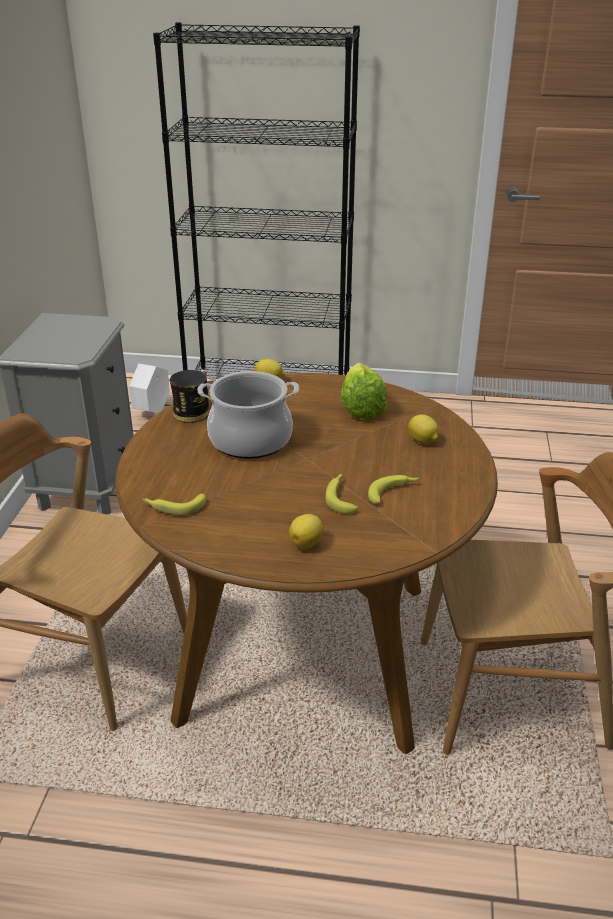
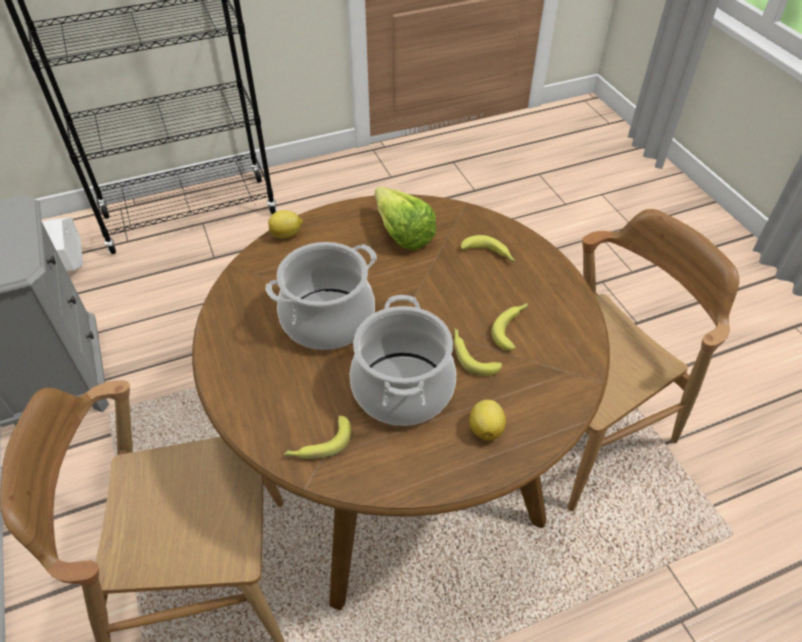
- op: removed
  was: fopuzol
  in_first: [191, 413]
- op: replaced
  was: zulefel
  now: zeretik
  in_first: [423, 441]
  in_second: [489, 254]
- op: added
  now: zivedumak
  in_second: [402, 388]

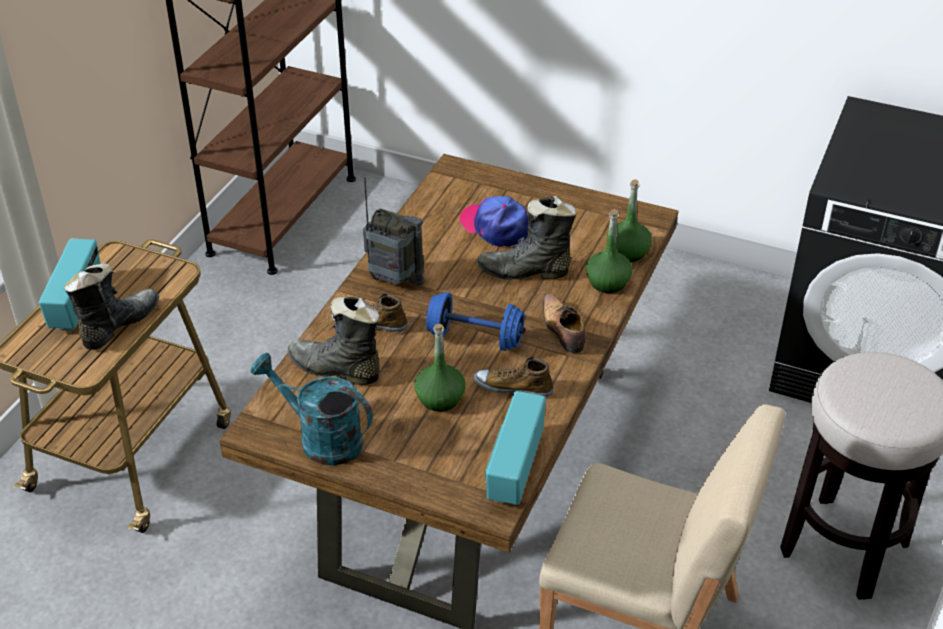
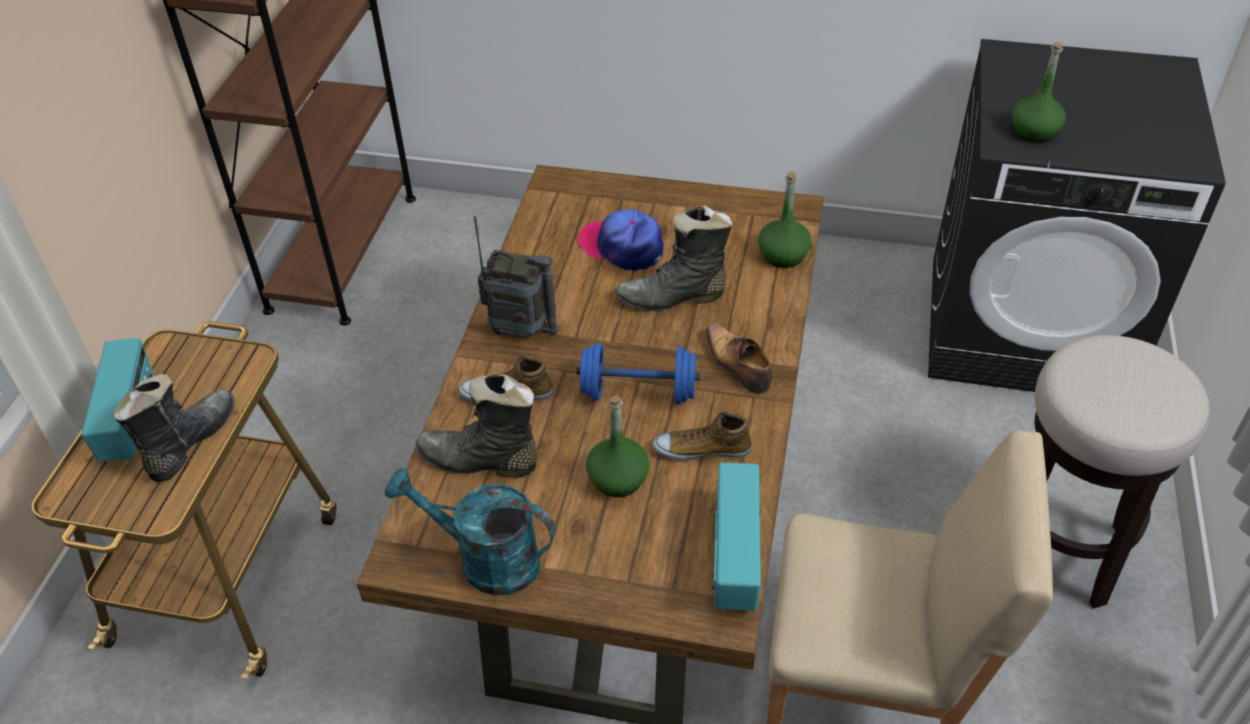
- op: moved
  was: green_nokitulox
  in_first: [608, 282]
  in_second: [1034, 132]

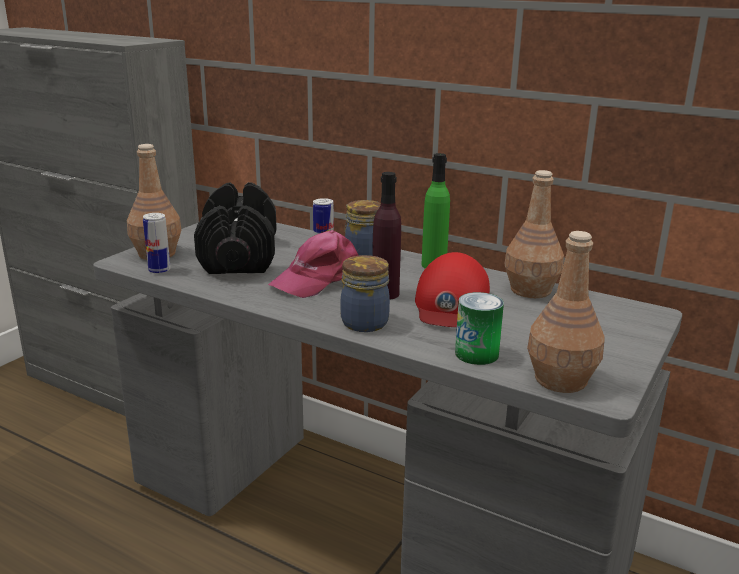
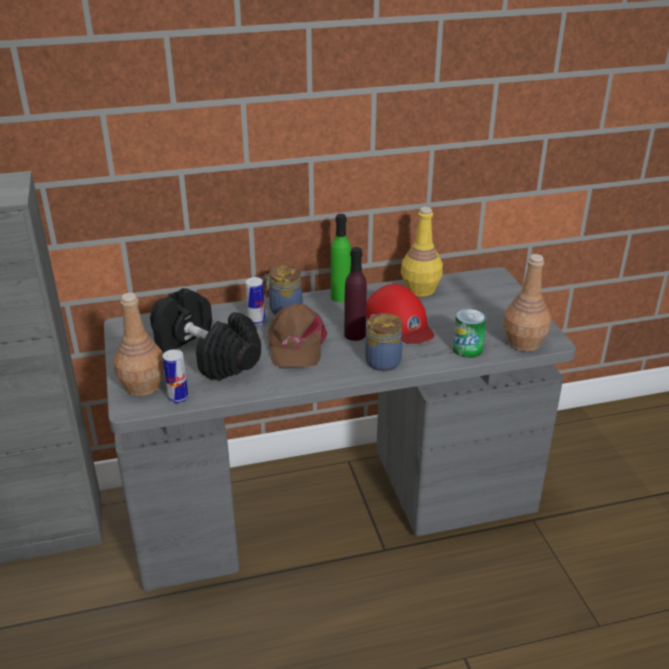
- op: recoloured
  was: brown_nokitulox
  now: yellow_nokitulox
  in_first: [531, 290]
  in_second: [420, 289]
- op: recoloured
  was: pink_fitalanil
  now: brown_fitalanil
  in_first: [318, 278]
  in_second: [296, 345]

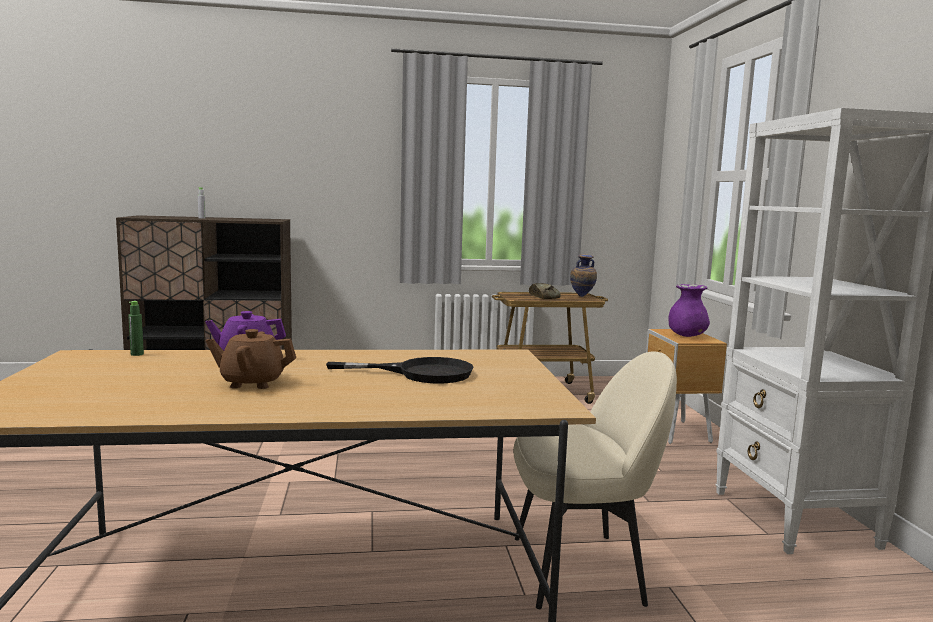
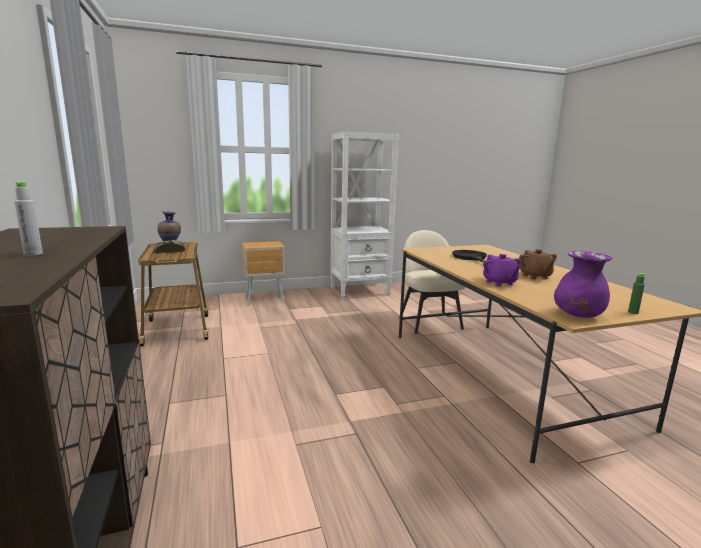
- op: moved
  was: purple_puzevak
  in_first: [687, 335]
  in_second: [578, 315]
- op: moved
  was: green_nokitulox
  in_first: [137, 354]
  in_second: [633, 312]

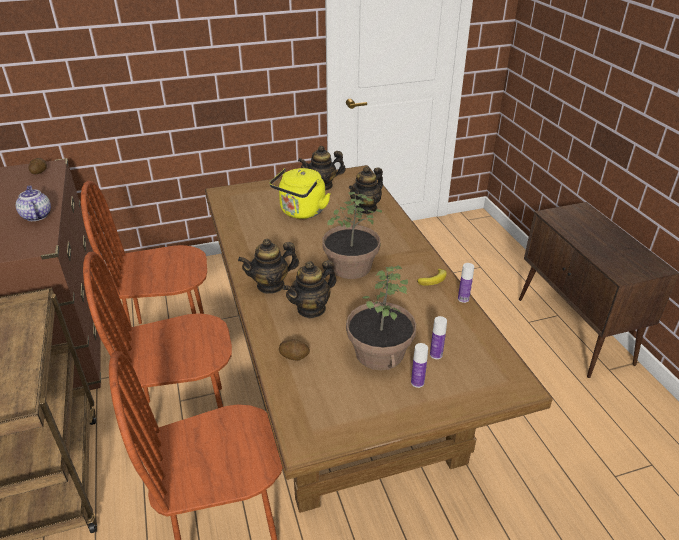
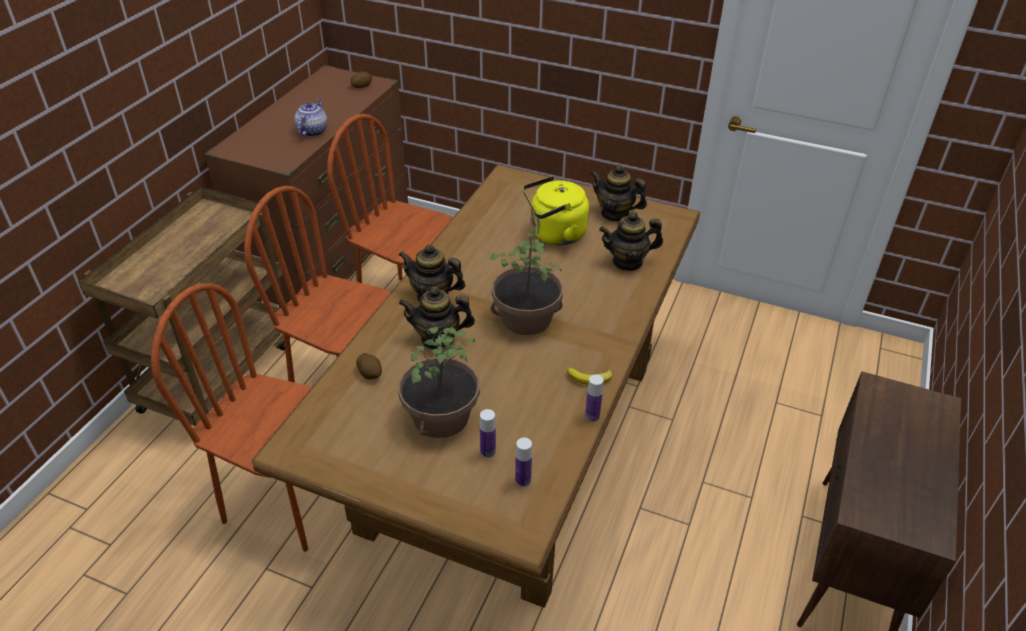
- op: moved
  was: nokitulox
  in_first: [417, 382]
  in_second: [523, 480]

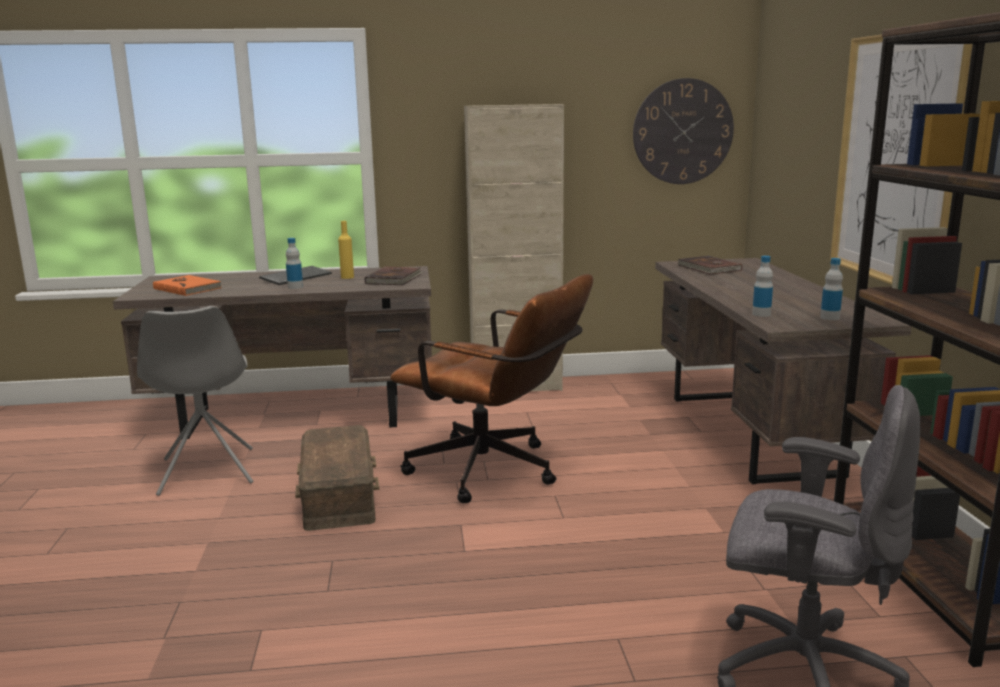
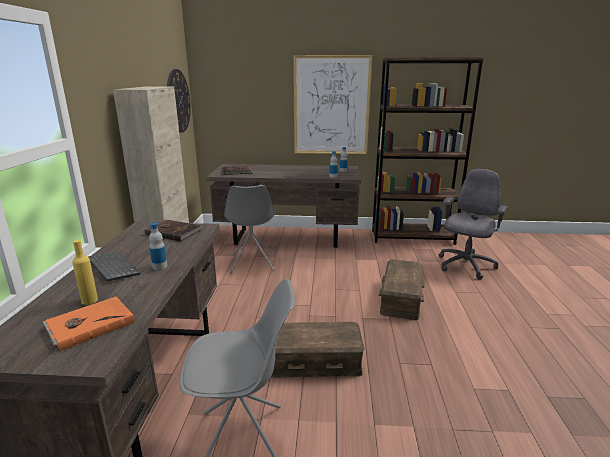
- op: moved
  was: yellow_nokitulox
  in_first: [347, 277]
  in_second: [89, 300]
- op: removed
  was: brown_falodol
  in_first: [495, 473]
- op: added
  now: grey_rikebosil
  in_second: [252, 263]
- op: added
  now: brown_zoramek
  in_second: [400, 297]

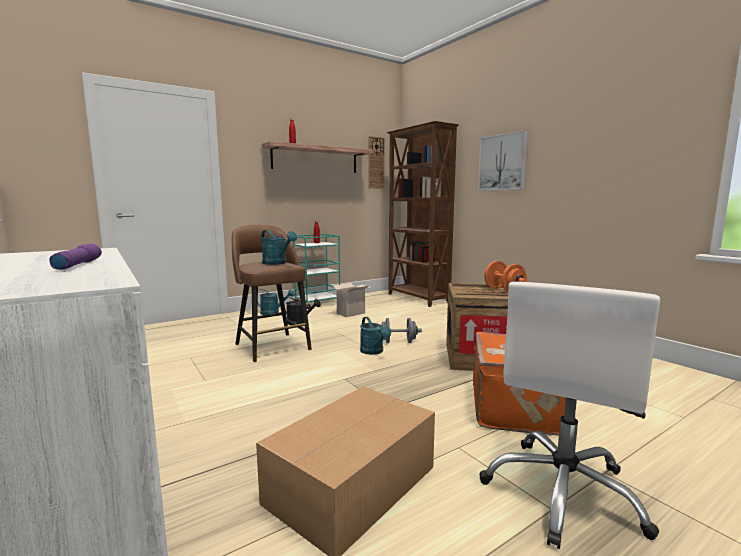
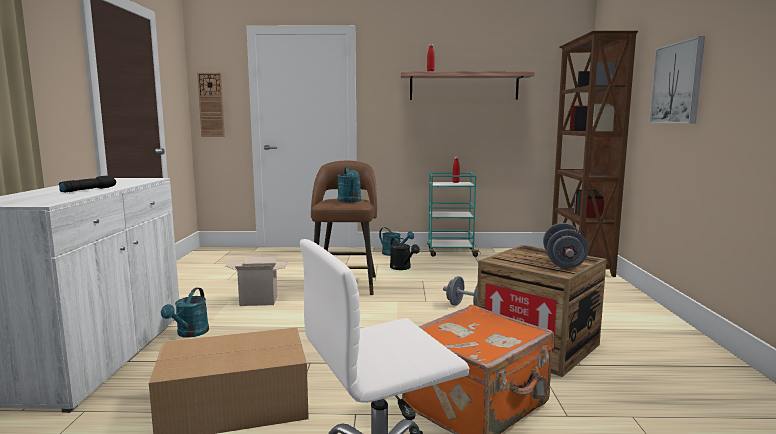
- op: moved
  was: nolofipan
  in_first: [376, 163]
  in_second: [211, 105]
- op: recoloured
  was: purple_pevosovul
  now: black_pevosovul
  in_first: [77, 265]
  in_second: [89, 190]
- op: recoloured
  was: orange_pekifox
  now: grey_pekifox
  in_first: [504, 290]
  in_second: [563, 263]
- op: moved
  was: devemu
  in_first: [351, 313]
  in_second: [260, 301]
- op: moved
  was: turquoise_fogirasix
  in_first: [374, 352]
  in_second: [190, 334]

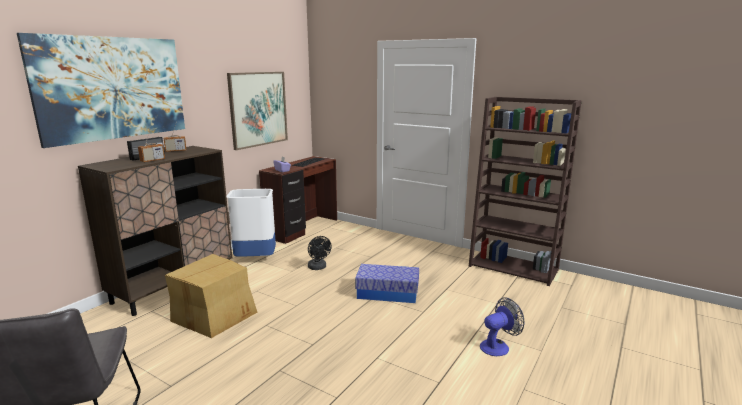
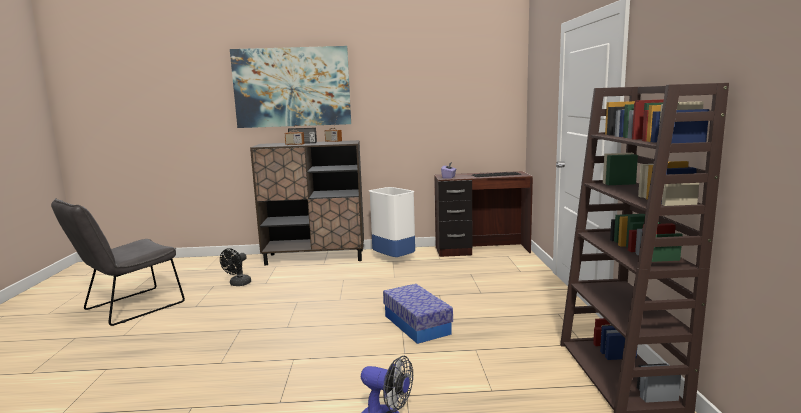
- op: removed
  was: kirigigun
  in_first: [258, 109]
- op: moved
  was: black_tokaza
  in_first: [318, 267]
  in_second: [238, 284]
- op: removed
  was: devemu
  in_first: [214, 315]

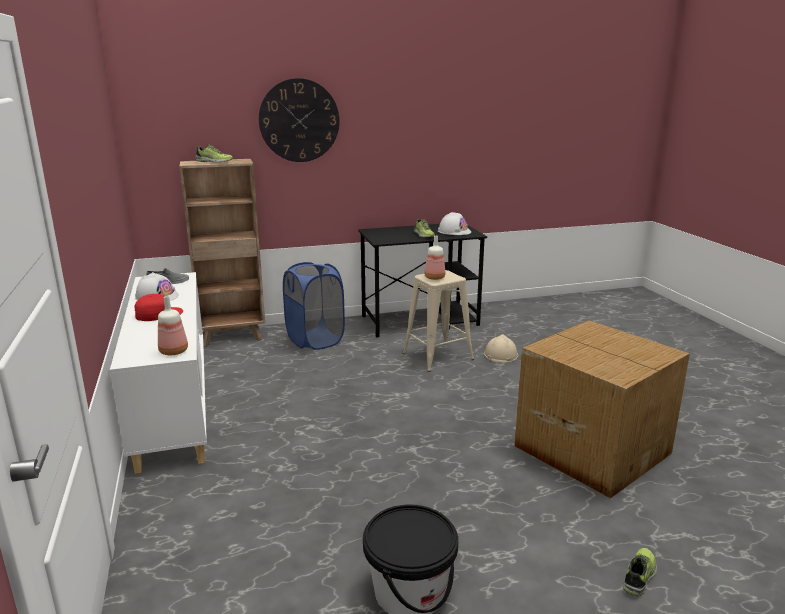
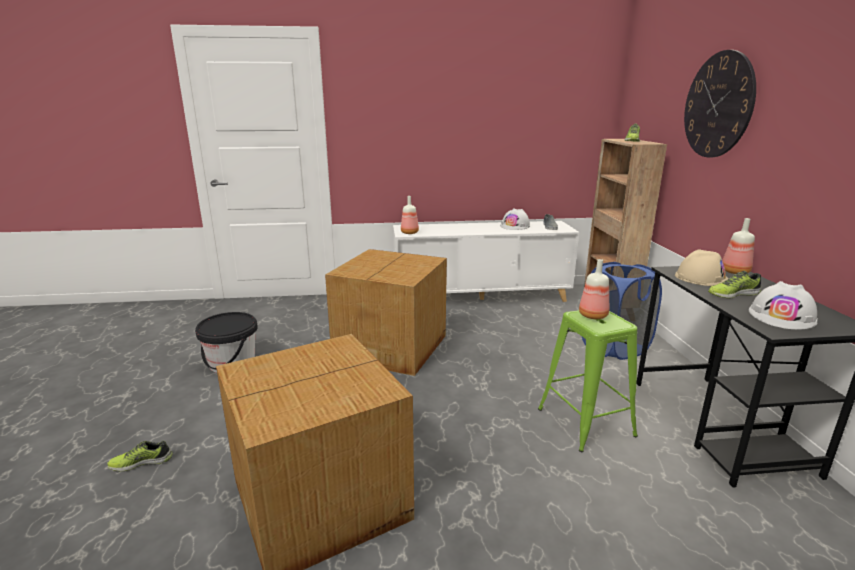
- op: recoloured
  was: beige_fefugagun
  now: green_fefugagun
  in_first: [438, 356]
  in_second: [585, 423]
- op: removed
  was: red_fitalanil
  in_first: [158, 314]
- op: moved
  was: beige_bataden
  in_first: [500, 355]
  in_second: [702, 278]
- op: turned
  was: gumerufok
  in_first: [640, 576]
  in_second: [142, 462]
  clockwise: 120
- op: added
  now: nokitulox
  in_second: [734, 271]
- op: added
  now: devemu
  in_second: [393, 346]

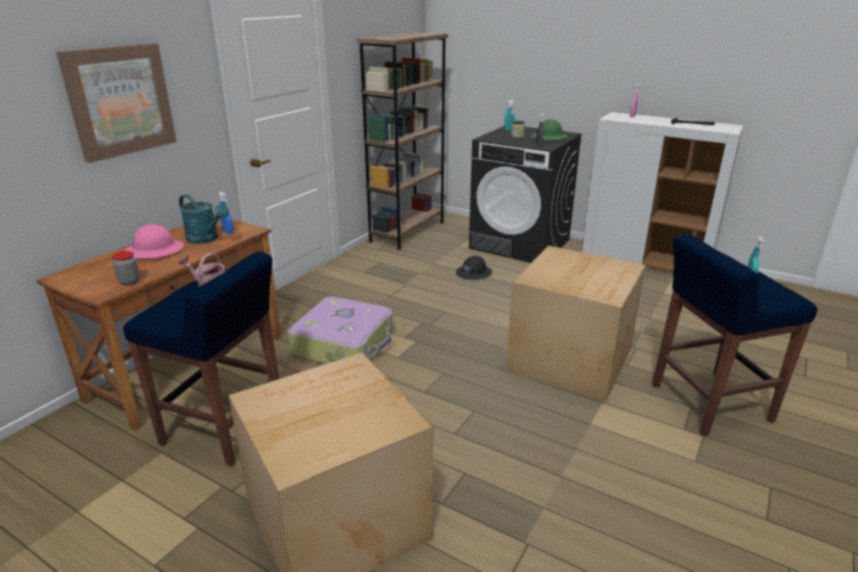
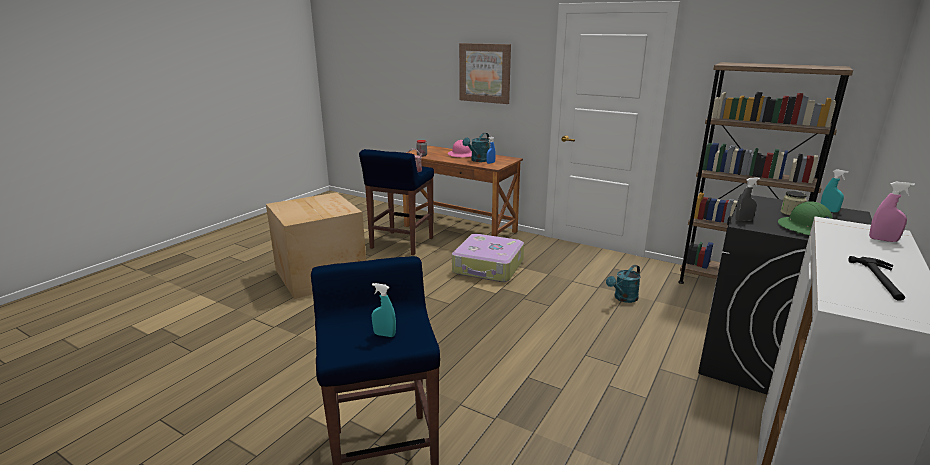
- op: removed
  was: devemu
  in_first: [571, 360]
- op: removed
  was: black_bataden
  in_first: [473, 273]
- op: added
  now: turquoise_fogirasix
  in_second: [623, 298]

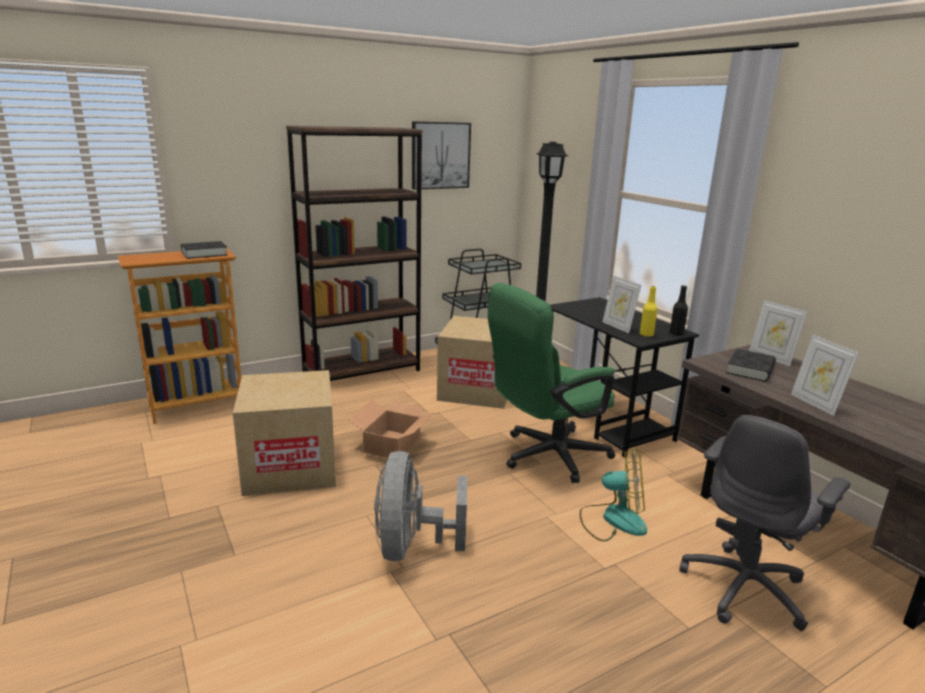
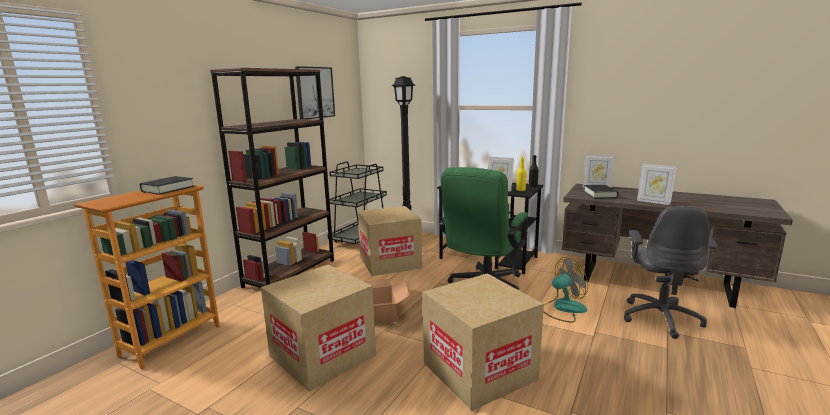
- op: replaced
  was: grey_tokaza
  now: devemu
  in_first: [411, 546]
  in_second: [479, 371]

